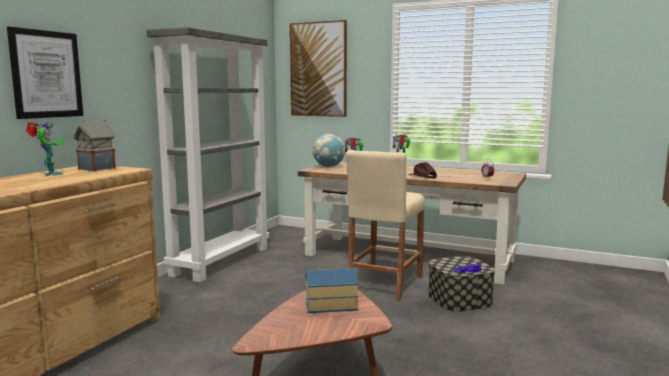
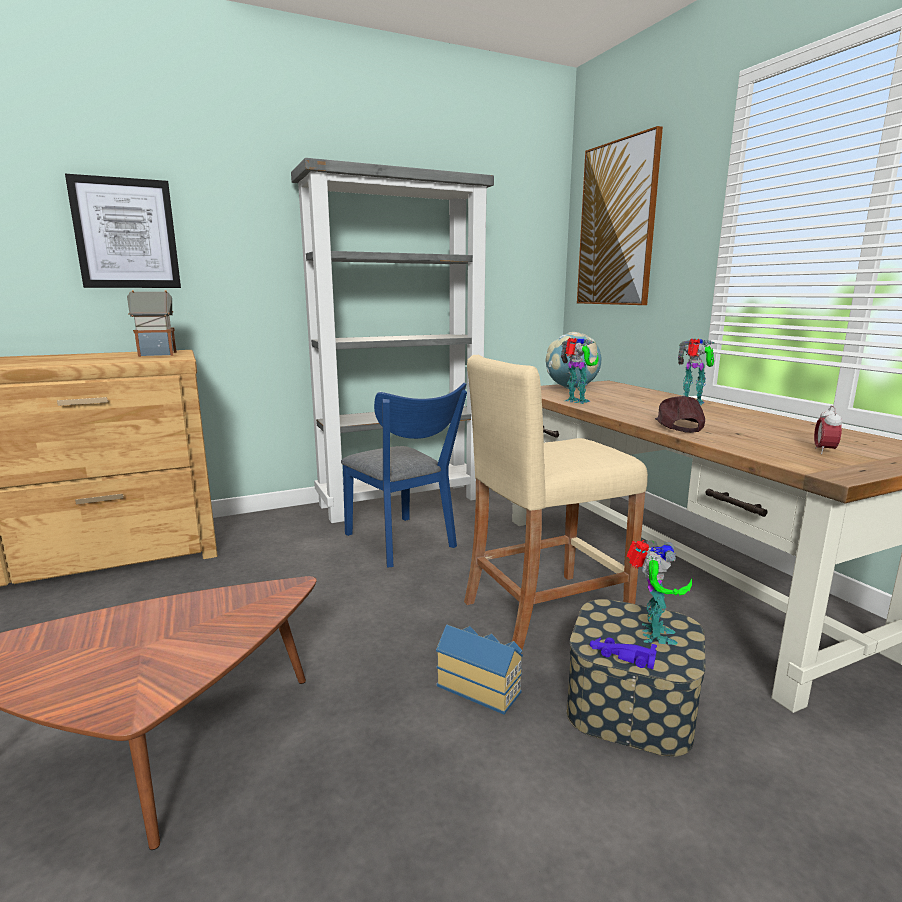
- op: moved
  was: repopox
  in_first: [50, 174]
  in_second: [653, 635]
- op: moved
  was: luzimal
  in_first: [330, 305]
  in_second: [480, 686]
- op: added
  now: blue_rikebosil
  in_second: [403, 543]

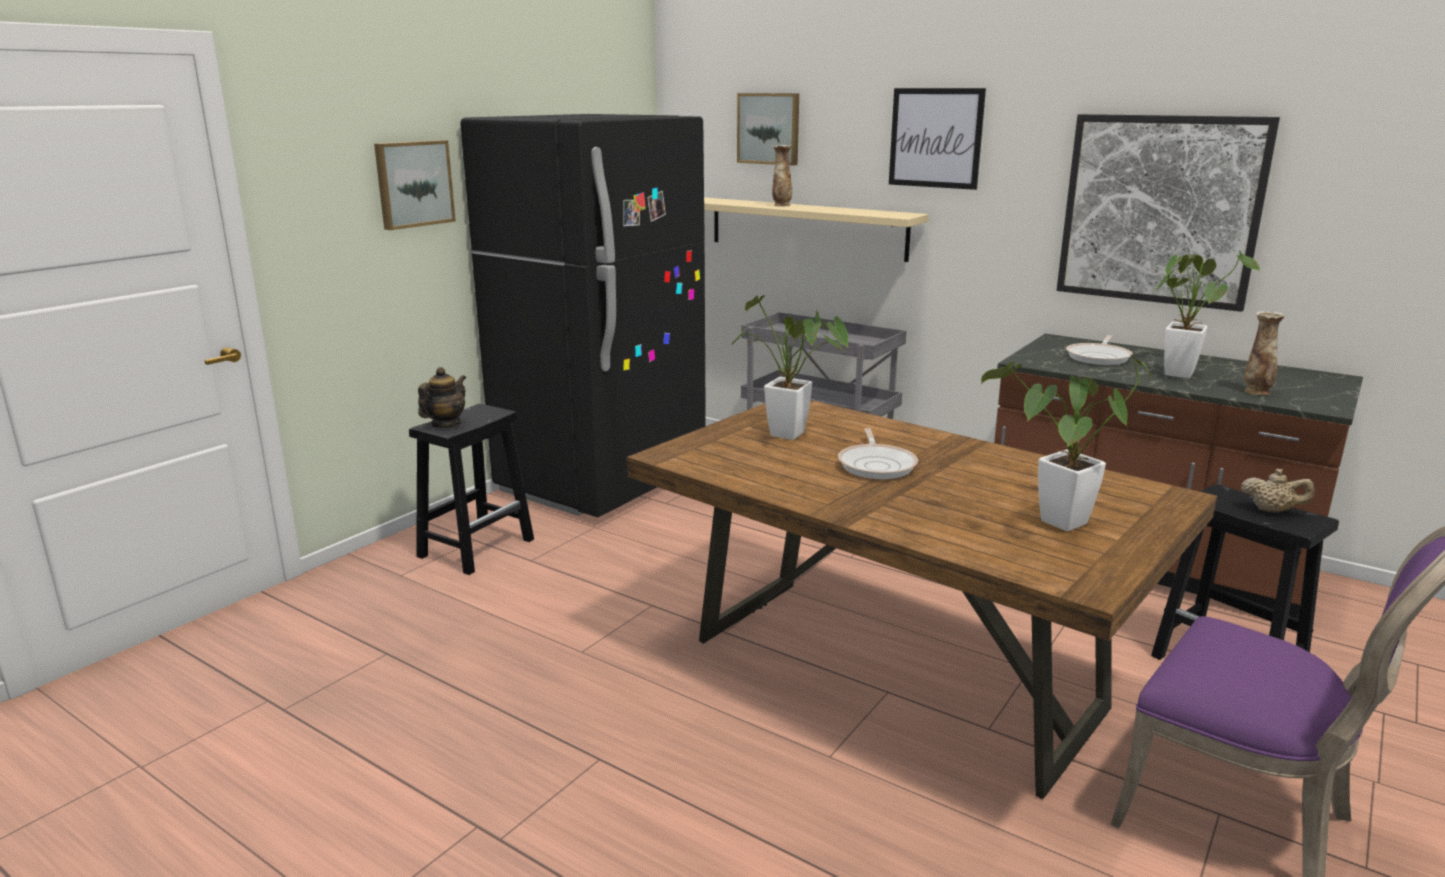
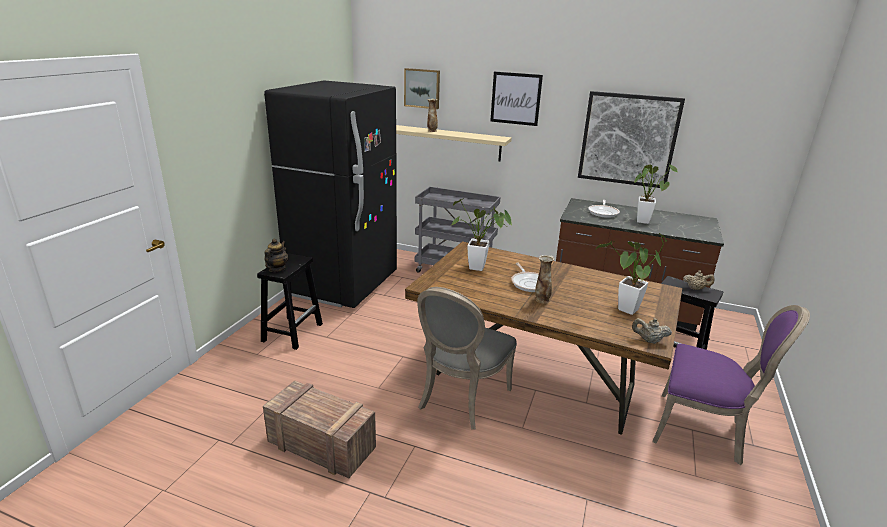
- op: removed
  was: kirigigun
  in_first: [413, 184]
- op: moved
  was: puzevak
  in_first: [1256, 392]
  in_second: [542, 300]
- op: added
  now: grey_rikebosil
  in_second: [460, 399]
- op: added
  now: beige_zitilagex
  in_second: [649, 340]
- op: added
  now: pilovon
  in_second: [320, 445]

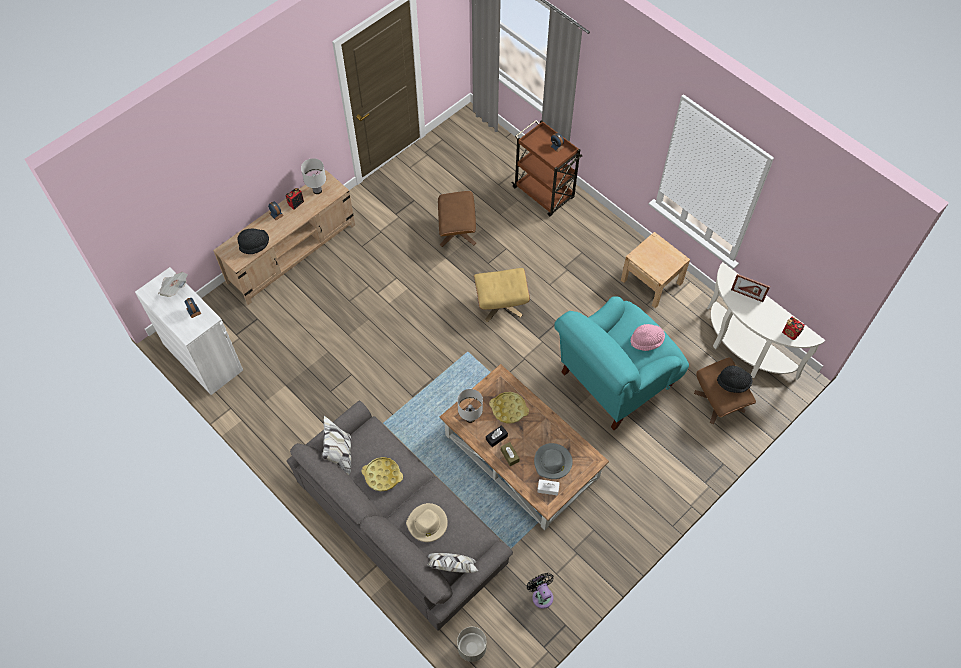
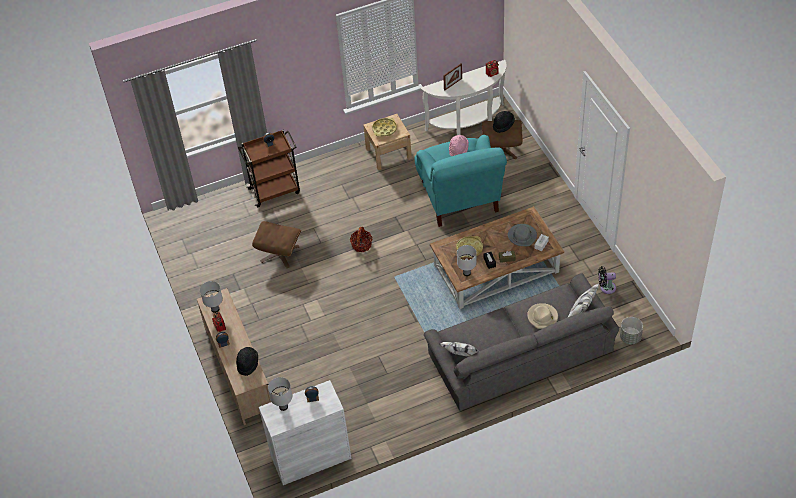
- op: replaced
  was: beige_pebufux
  now: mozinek
  in_first: [501, 303]
  in_second: [361, 245]
- op: replaced
  was: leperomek
  now: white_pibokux
  in_first: [175, 288]
  in_second: [283, 407]
- op: moved
  was: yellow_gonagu
  in_first: [382, 475]
  in_second: [384, 129]

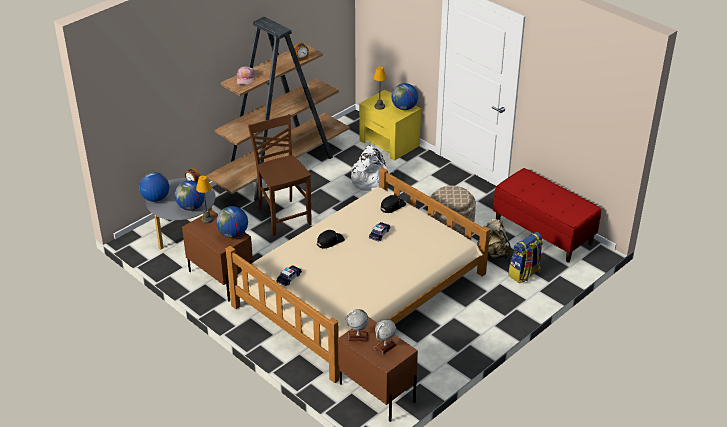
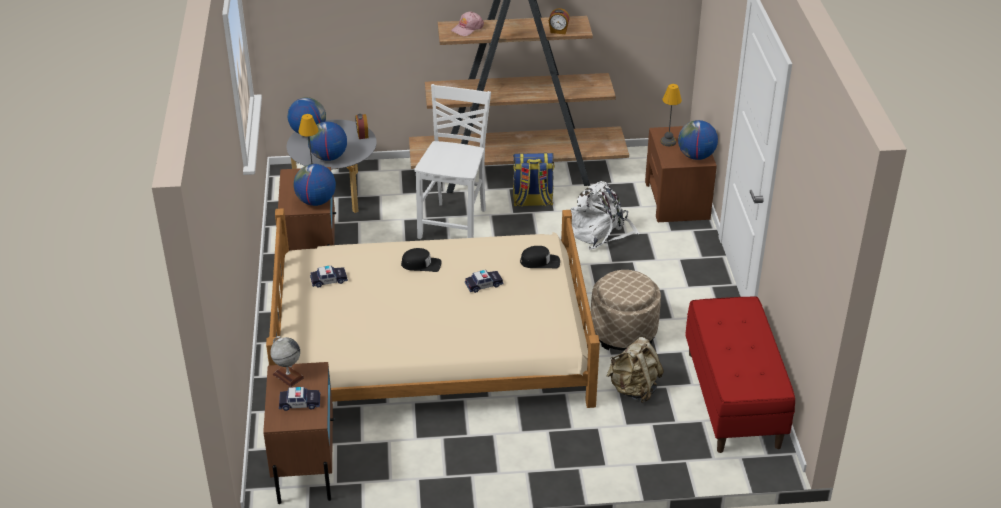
- op: recoloured
  was: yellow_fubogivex
  now: brown_fubogivex
  in_first: [389, 143]
  in_second: [677, 200]
- op: recoloured
  was: brown_rikebosil
  now: white_rikebosil
  in_first: [283, 216]
  in_second: [454, 223]
- op: moved
  was: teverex
  in_first: [524, 274]
  in_second: [532, 202]
- op: replaced
  was: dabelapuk
  now: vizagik
  in_first: [385, 346]
  in_second: [300, 403]

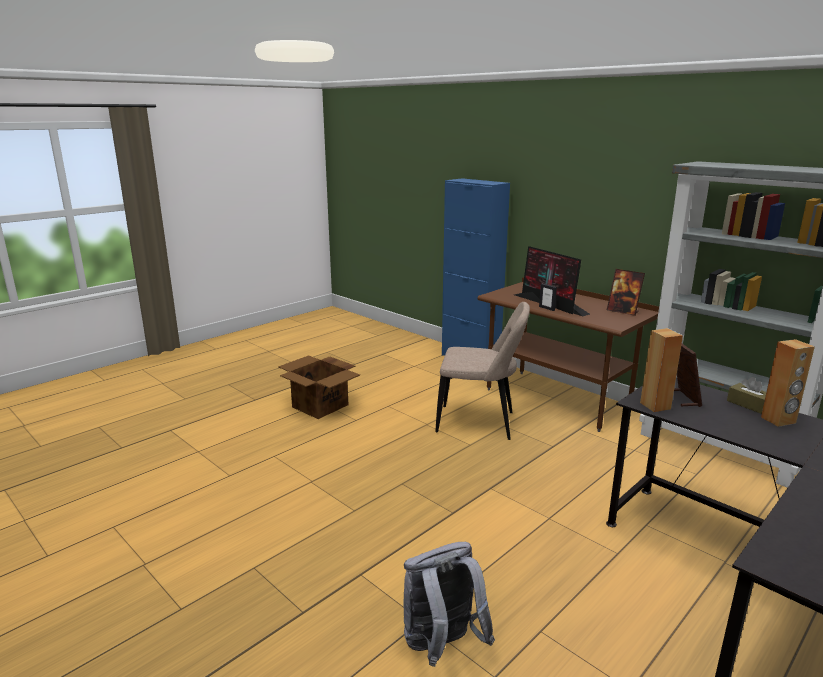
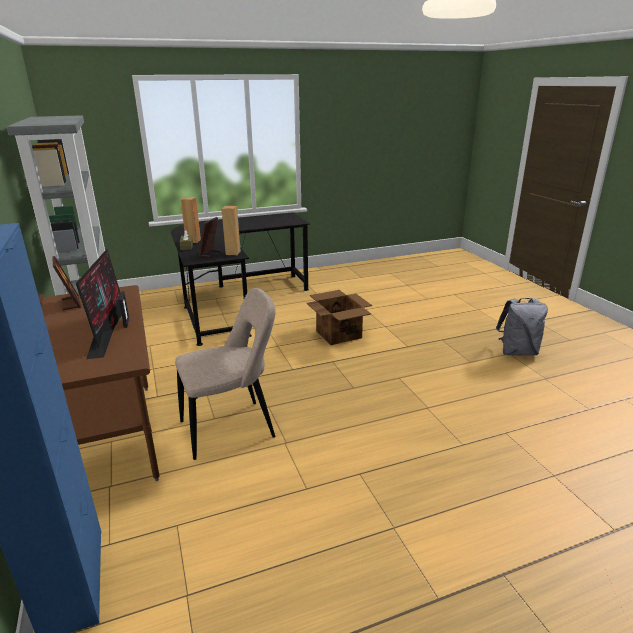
- op: turned
  was: beige_rikebosil
  in_first: [479, 423]
  in_second: [232, 428]
  clockwise: 120
- op: moved
  was: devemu
  in_first: [320, 406]
  in_second: [338, 334]
- op: moved
  was: grey_teverex
  in_first: [441, 646]
  in_second: [517, 352]

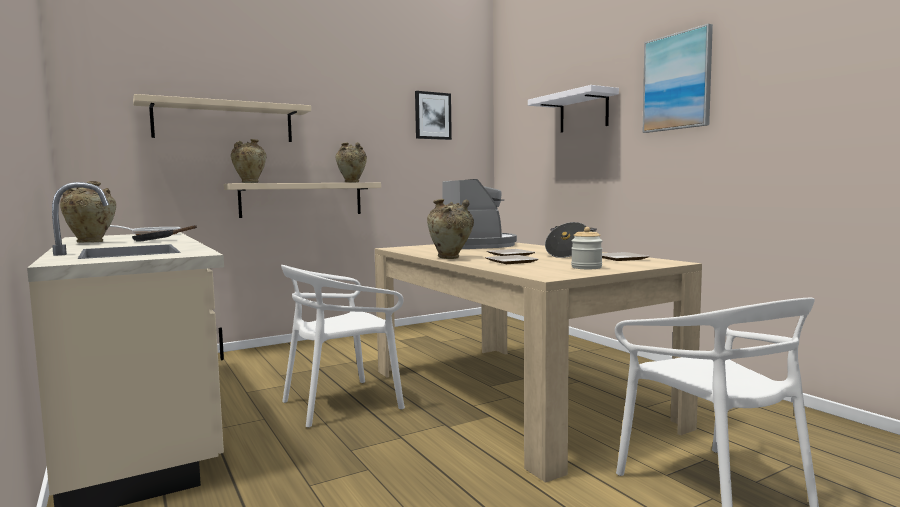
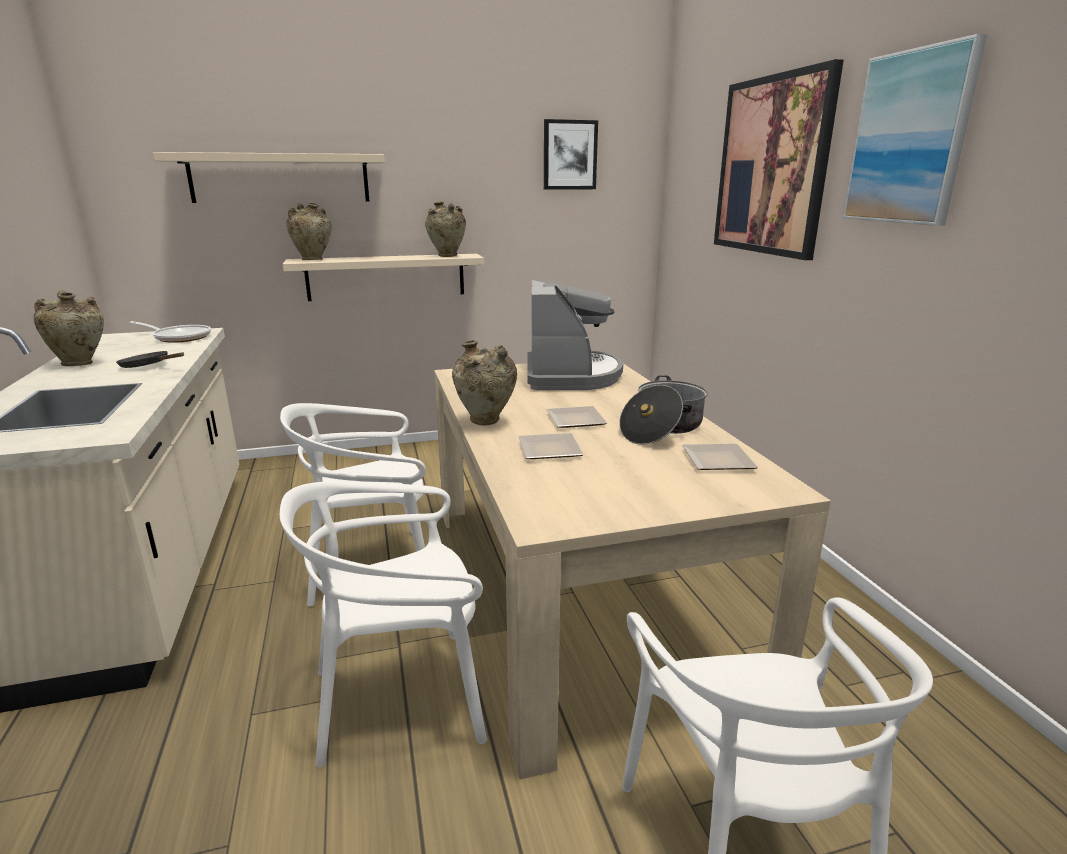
- op: replaced
  was: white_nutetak
  now: kirigigun
  in_first: [583, 112]
  in_second: [771, 166]
- op: removed
  was: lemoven
  in_first: [586, 267]
- op: added
  now: white_rikebosil
  in_second: [400, 698]

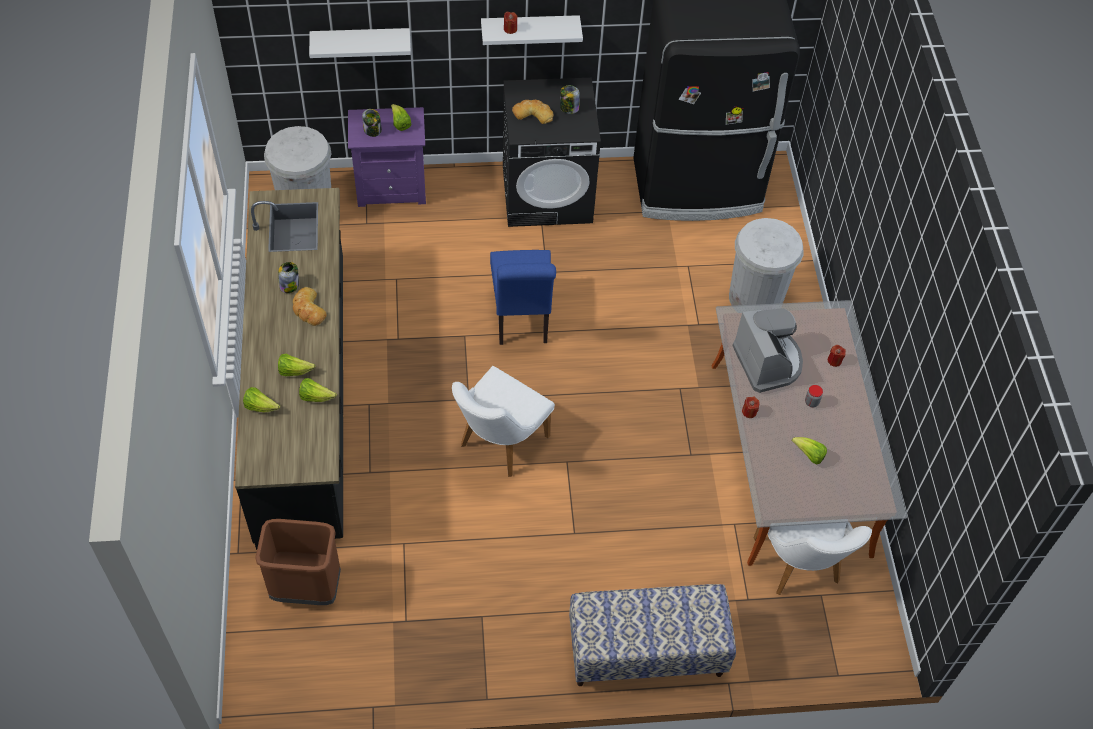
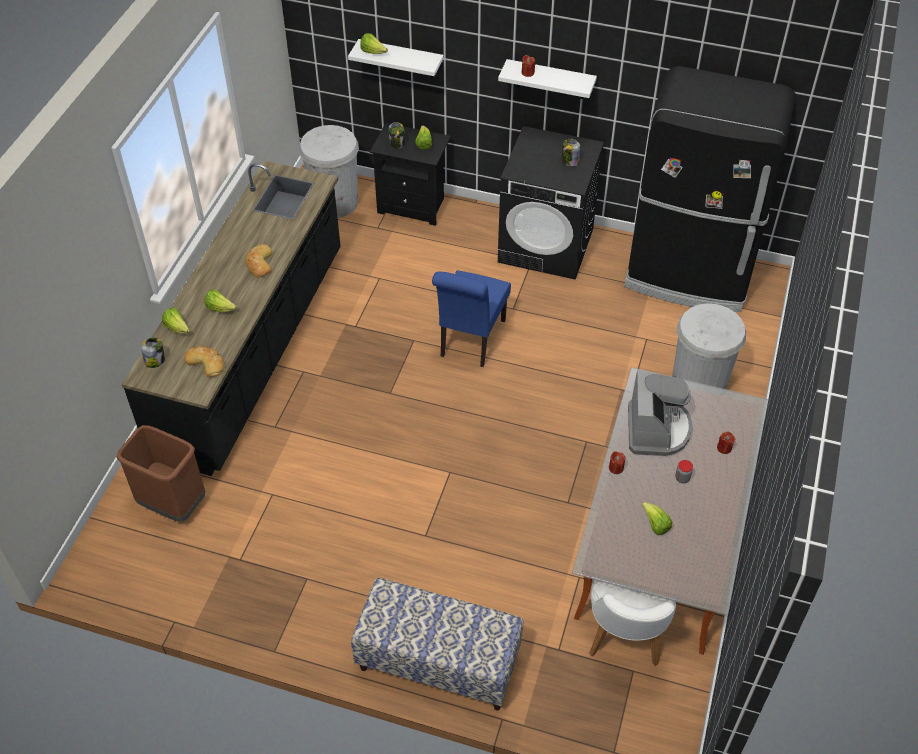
- op: moved
  was: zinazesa
  in_first: [533, 113]
  in_second: [206, 362]
- op: recoloured
  was: purple_fubogivex
  now: black_fubogivex
  in_first: [392, 188]
  in_second: [413, 205]
- op: moved
  was: lemoven
  in_first: [289, 285]
  in_second: [155, 360]
- op: removed
  was: white_rikebosil
  in_first: [498, 445]
- op: moved
  was: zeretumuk
  in_first: [316, 397]
  in_second: [373, 52]

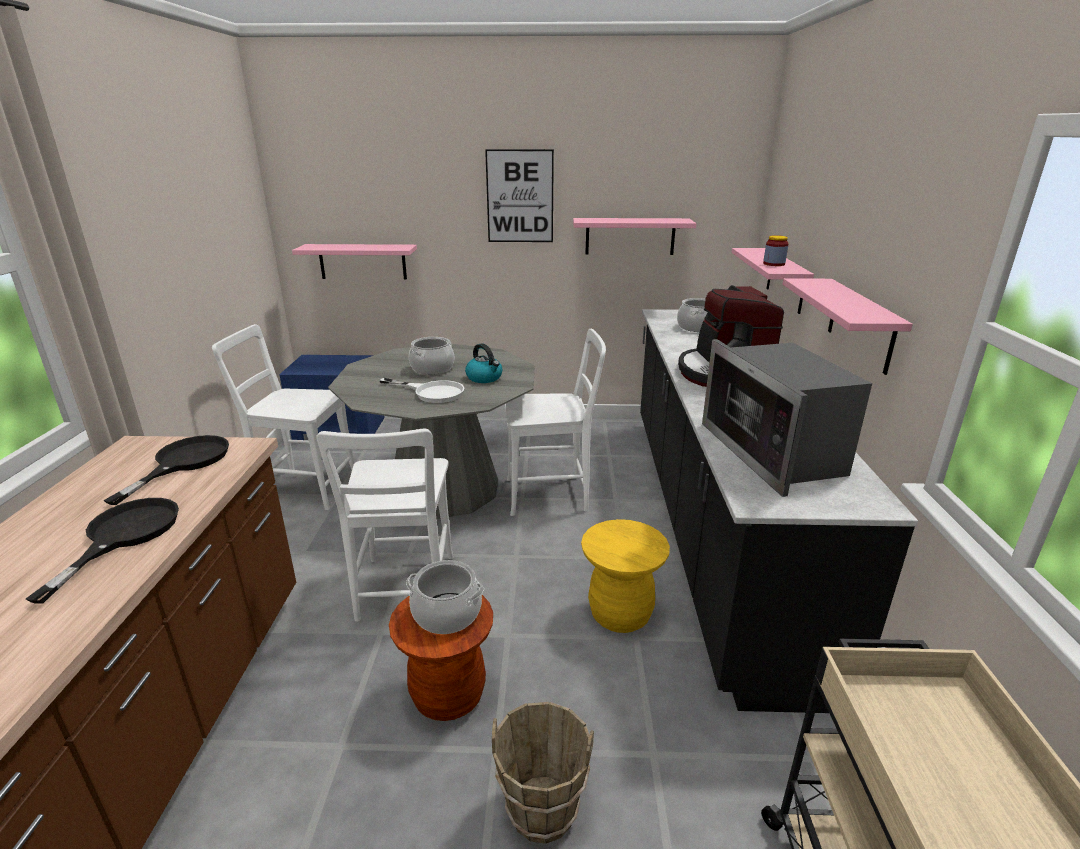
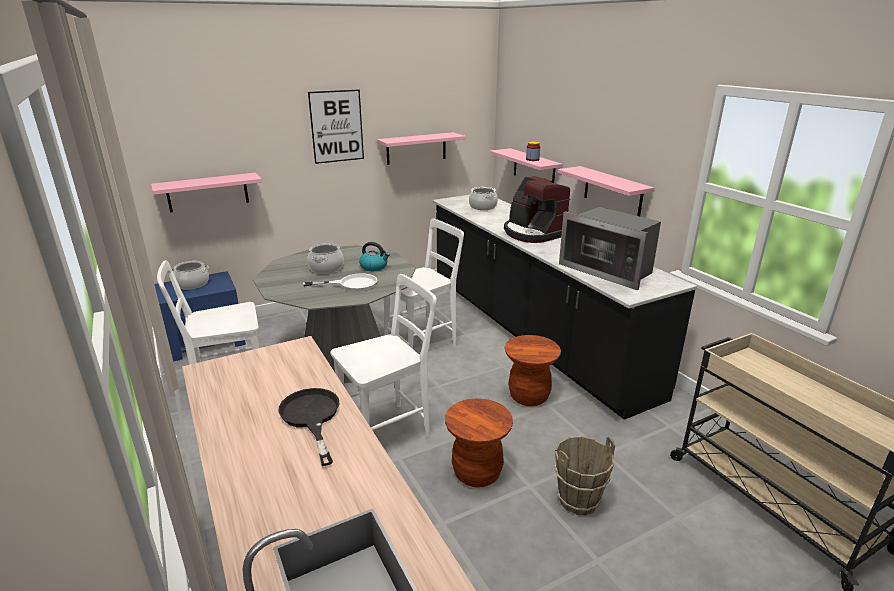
- op: turned
  was: white_rikebosil
  in_first: [405, 592]
  in_second: [388, 430]
  clockwise: -90
- op: removed
  was: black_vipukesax
  in_first: [183, 462]
- op: recoloured
  was: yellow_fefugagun
  now: brown_fefugagun
  in_first: [620, 614]
  in_second: [529, 396]
- op: moved
  was: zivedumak
  in_first: [447, 613]
  in_second: [192, 284]

